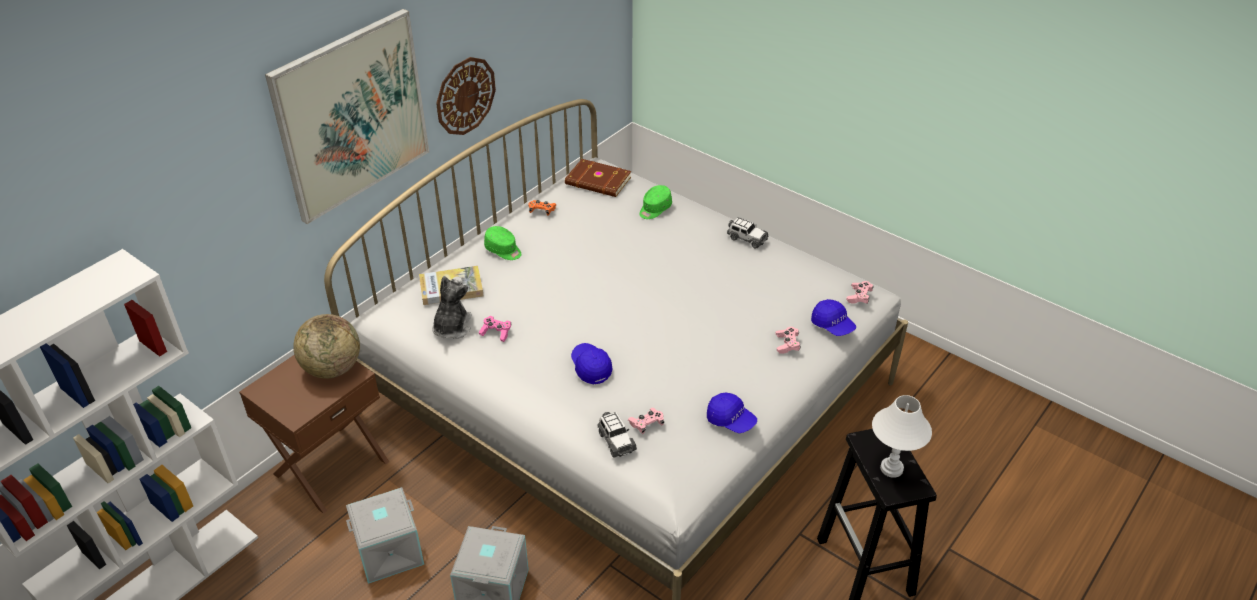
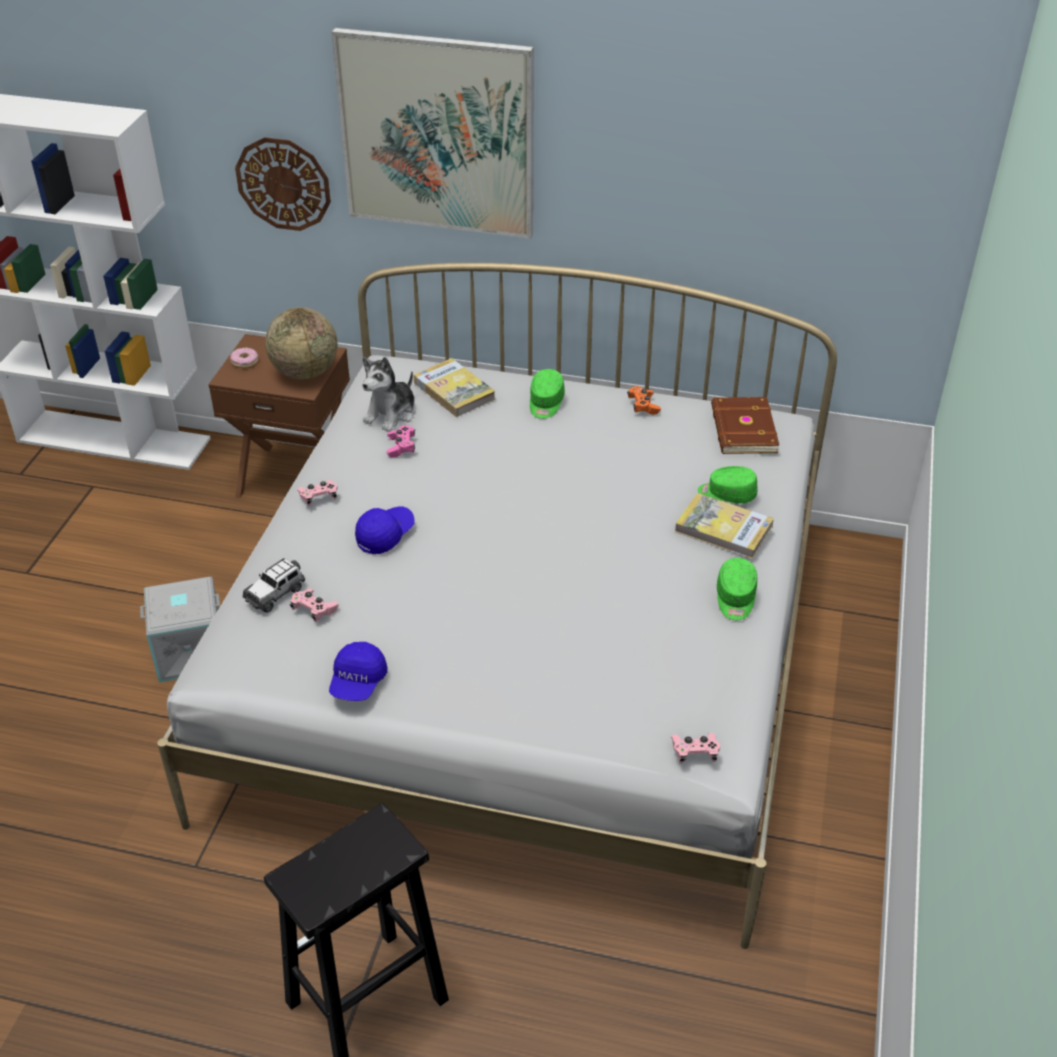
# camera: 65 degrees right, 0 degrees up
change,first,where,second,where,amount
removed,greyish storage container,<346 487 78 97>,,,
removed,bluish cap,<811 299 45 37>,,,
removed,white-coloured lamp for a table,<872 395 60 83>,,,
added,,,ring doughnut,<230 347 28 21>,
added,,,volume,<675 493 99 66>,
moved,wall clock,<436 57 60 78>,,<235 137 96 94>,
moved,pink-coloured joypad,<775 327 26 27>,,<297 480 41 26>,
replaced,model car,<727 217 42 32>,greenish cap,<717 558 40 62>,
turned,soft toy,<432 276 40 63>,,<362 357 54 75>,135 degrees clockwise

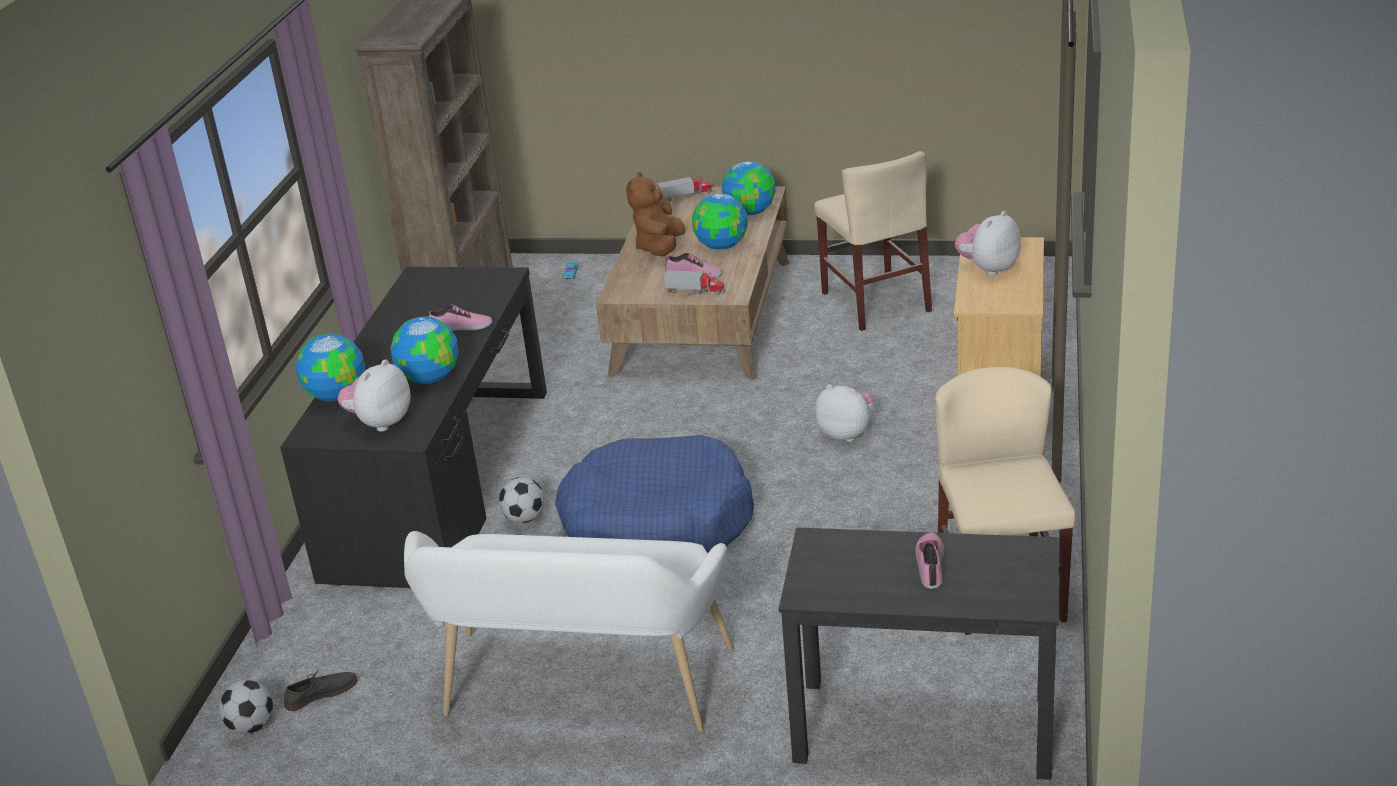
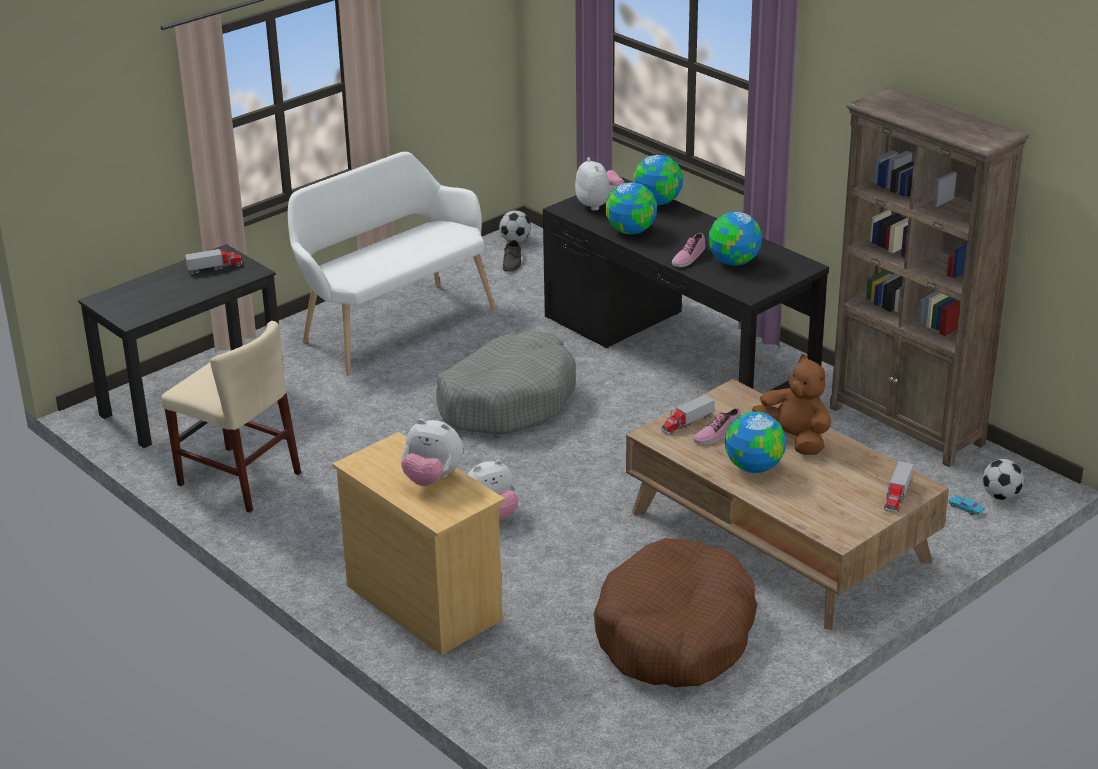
# camera: 125 degrees right, 0 degrees up
change,first,where,second,where,amount
removed,shoe,<916 533 28 56>,,,
added,,,toy lorry,<185 248 57 26>,
moved,football,<499 477 45 46>,,<983 459 41 41>,
moved,world globe,<722 162 53 53>,,<709 212 53 53>,
replaced,sand-coloured chair,<814 151 118 180>,brownish dog bed,<594 538 163 149>,
recoloured,bluish dog bed,<555 435 199 118>,greyish dog bed,<436 330 140 104>,
turned,soft toy,<955 211 66 65>,,<401 419 62 67>,120 degrees clockwise

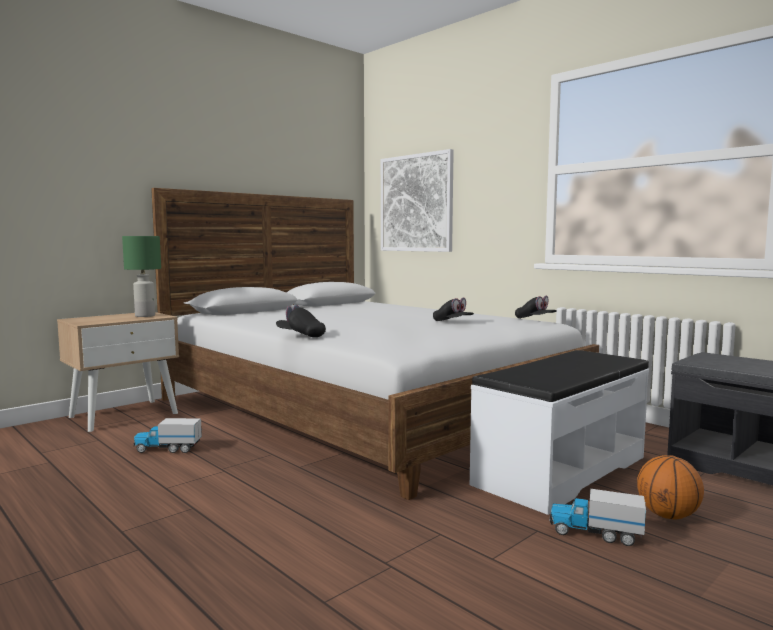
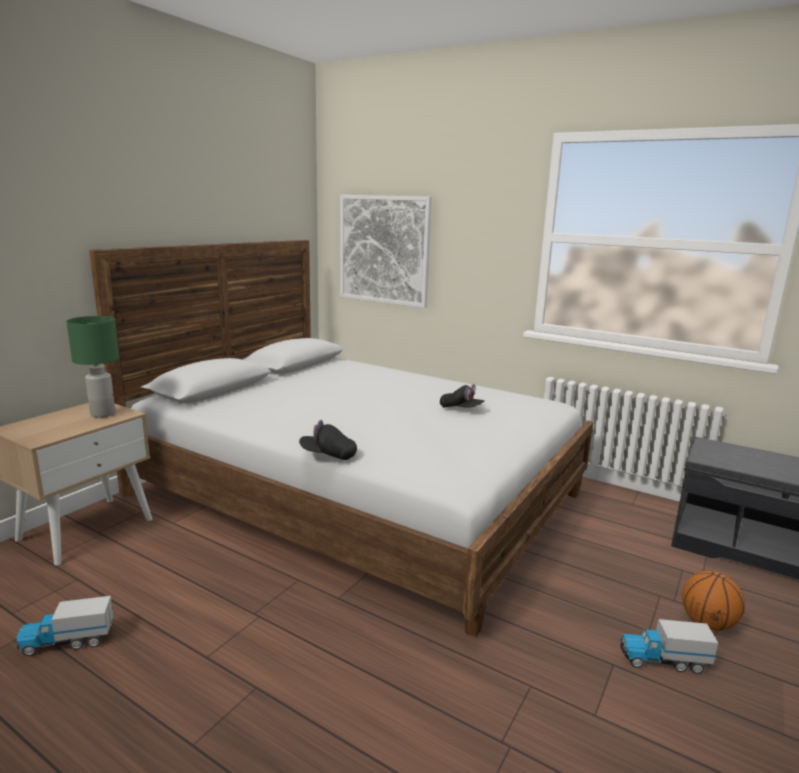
# camera: 15 degrees left, 10 degrees up
change,first,where,second,where,amount
removed,white-coloured long seat,<470 350 180 165>,,,
removed,black-coloured cap,<515 296 42 22>,,,
moved,toy lorry,<133 418 69 35>,,<16 596 98 60>,

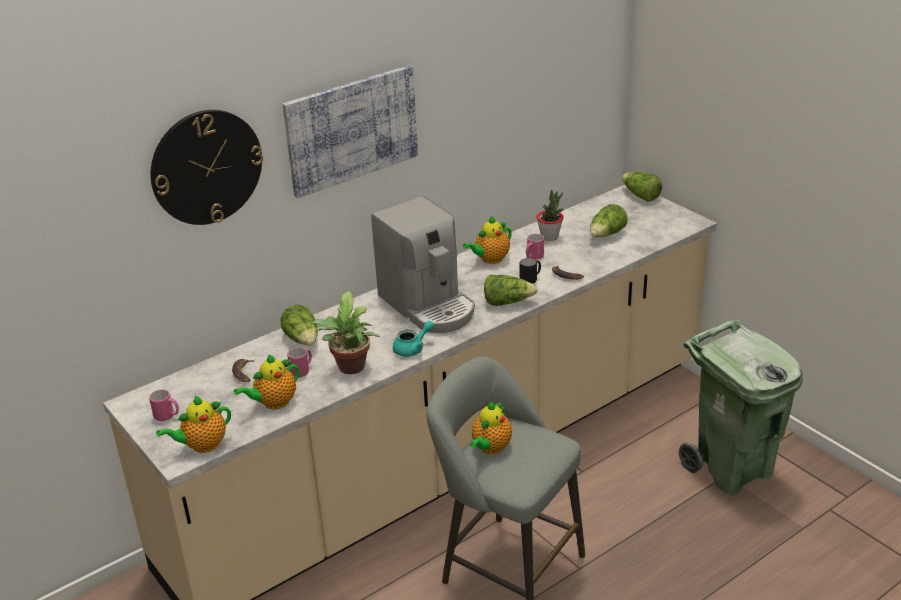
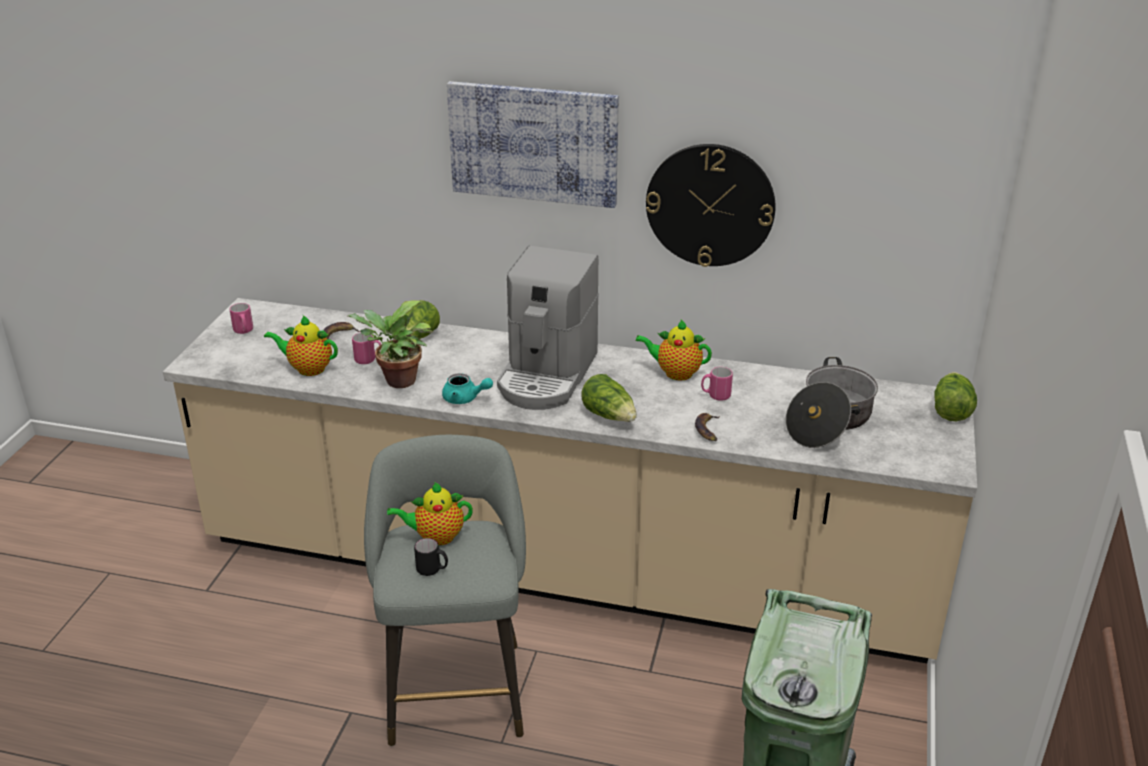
# camera: 50 degrees right, 0 degrees up
change,first,where,second,where,amount
removed,pot for tea,<156 396 75 57>,,,
removed,potted plant,<536 190 28 51>,,,
moved,wall clock,<151 110 112 115>,,<646 144 130 123>,
moved,black-coloured tea mug,<520 258 21 26>,,<414 538 34 38>,
replaced,lettuce head,<590 204 38 33>,saucepot,<786 357 92 91>,

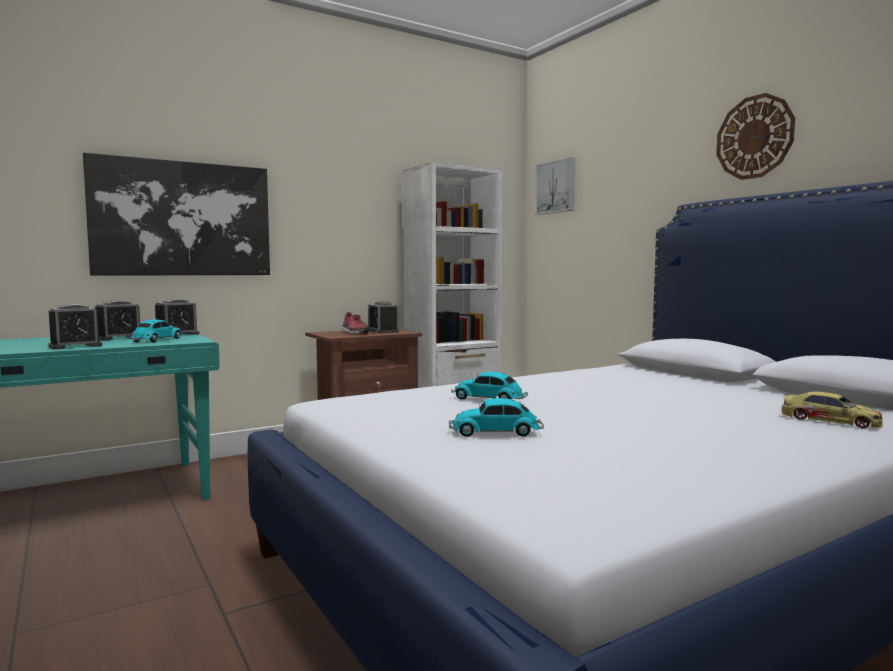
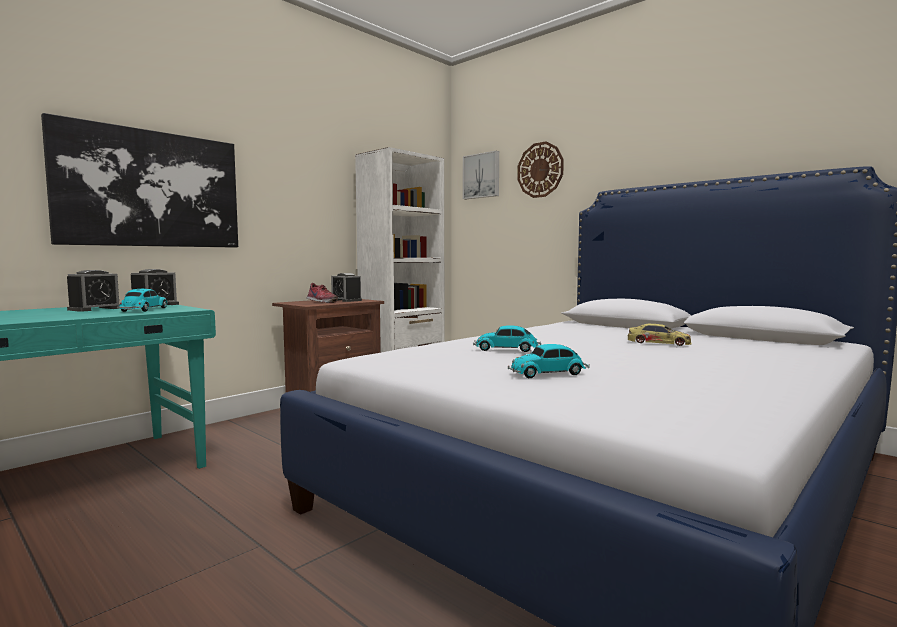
# camera: 15 degrees left, 0 degrees up
change,first,where,second,where,amount
removed,table clock,<49 304 53 45>,,,
moved,wall clock,<716 93 79 87>,,<517 141 47 57>,
moved,model car,<782 391 101 37>,,<628 324 64 22>,

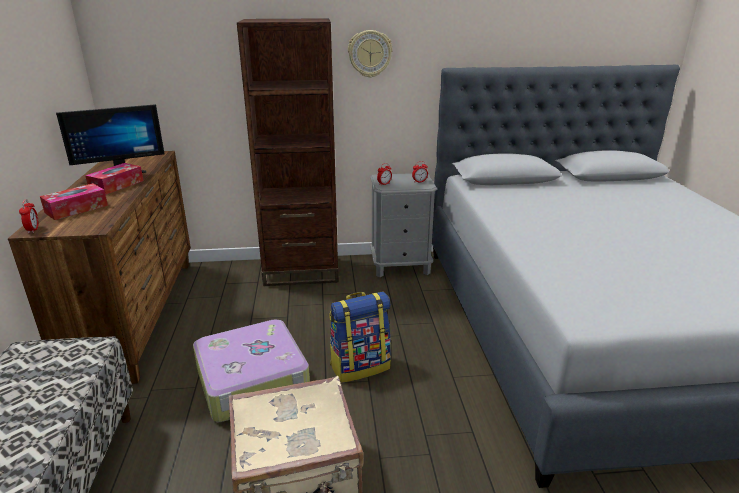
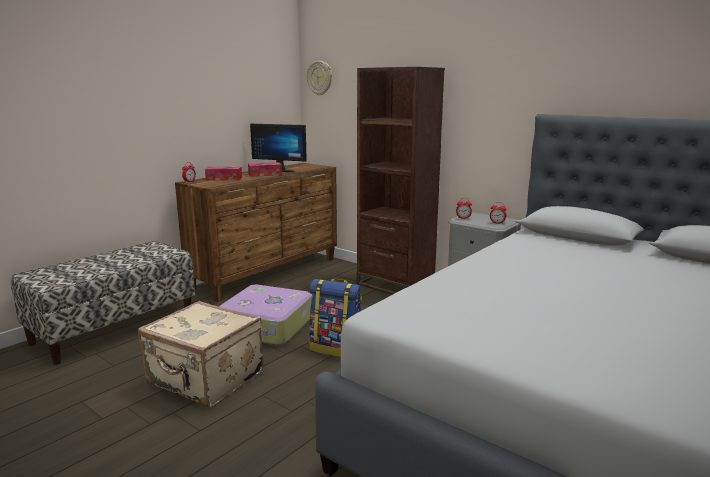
# camera: 45 degrees right, 10 degrees down
change,first,where,second,where,amount
moved,wall clock,<348 30 45 48>,,<307 61 25 35>,

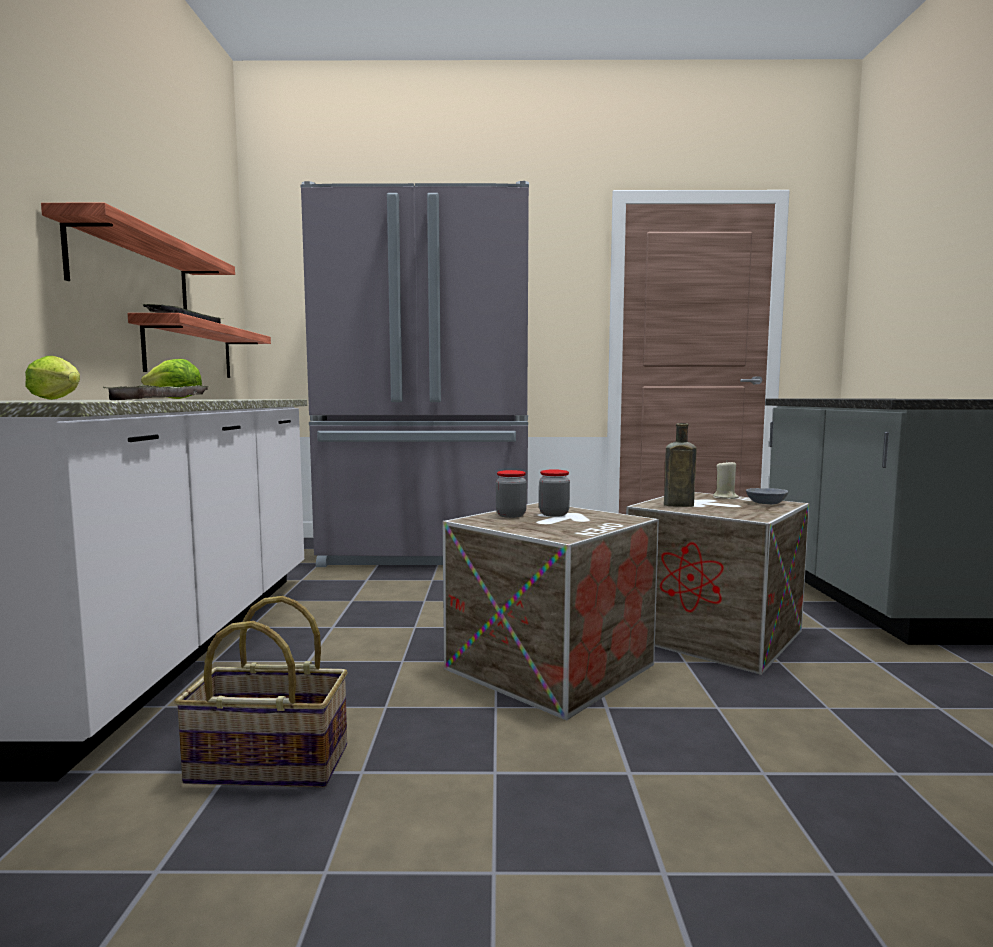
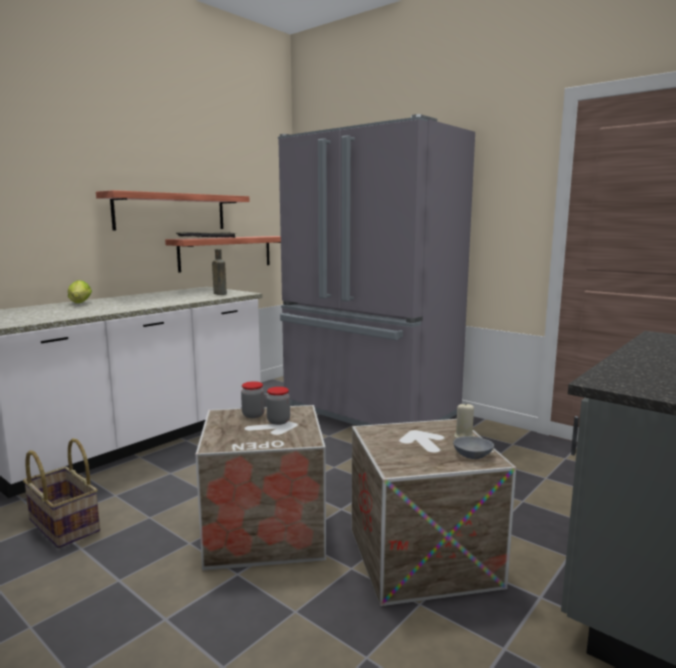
# camera: 40 degrees right, 5 degrees up
change,first,where,second,where,amount
removed,tray,<103 384 107 16>,,,
removed,lettuce head,<141 359 61 40>,,,
moved,brownish beverage bottle,<664 423 33 84>,,<212 249 15 46>,

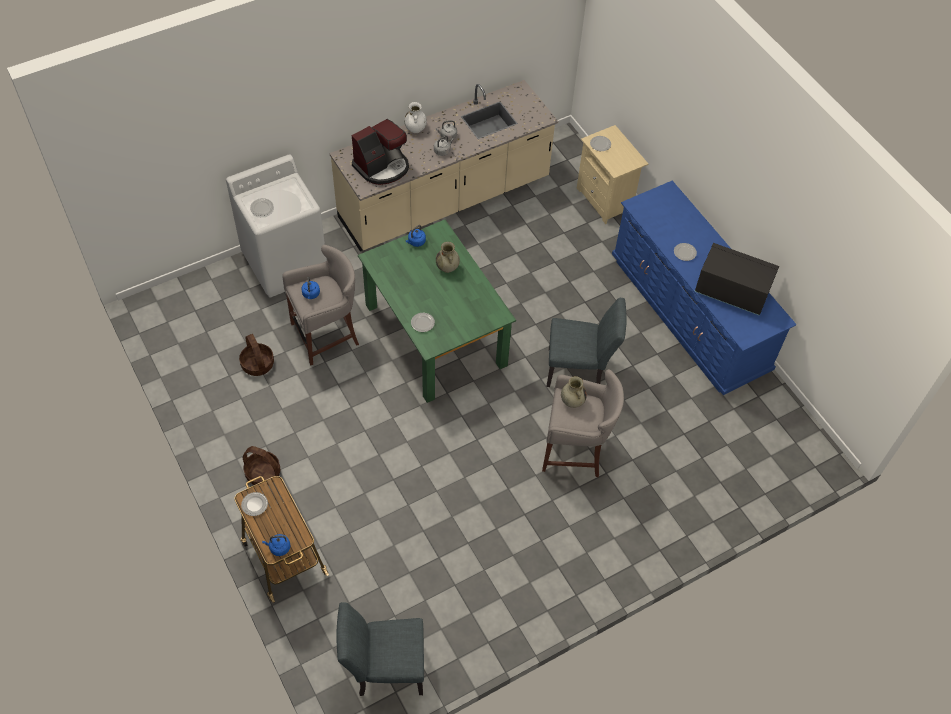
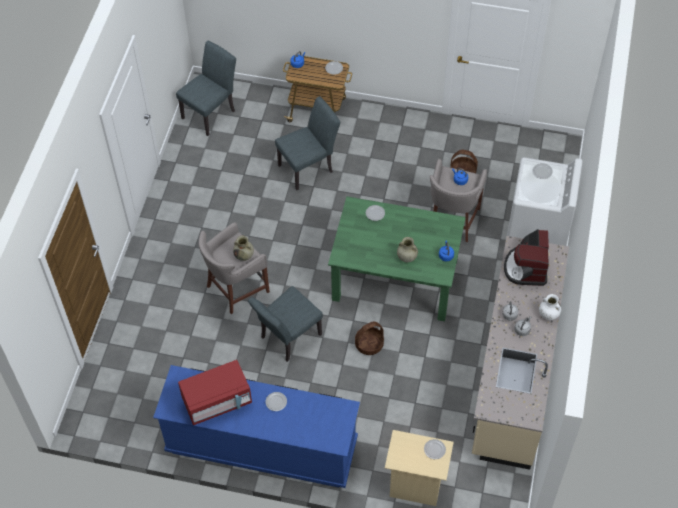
# camera: 135 degrees right, 0 degrees up
change,first,where,second,where,amount
added,,,greyish chair,<275 96 65 94>,
moved,basket,<243 446 37 39>,,<355 321 29 34>,
recoloured,black-coloured microwave,<694 243 85 72>,red microwave,<178 360 74 65>,

